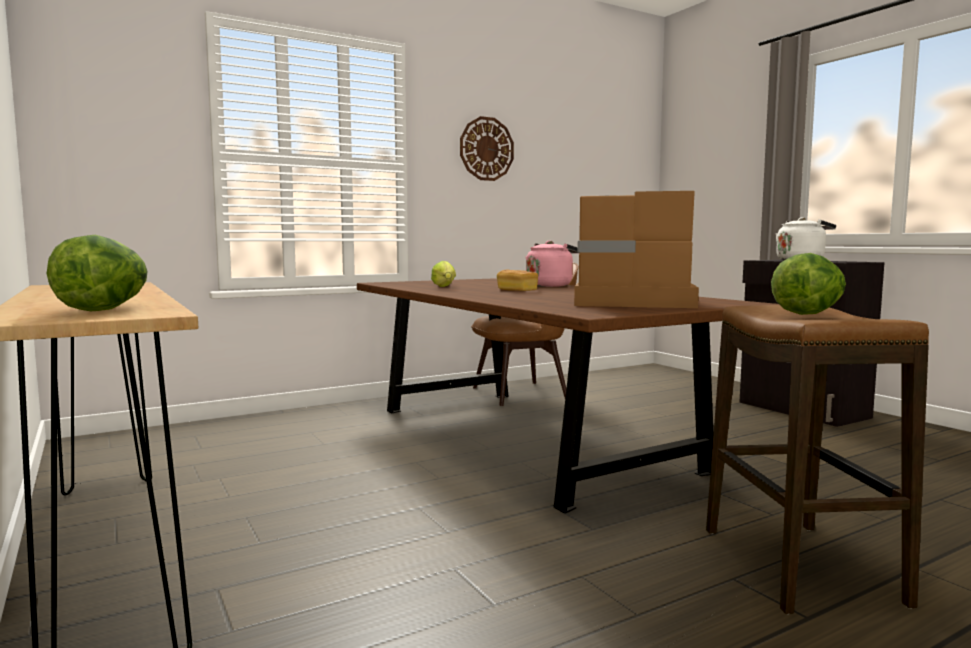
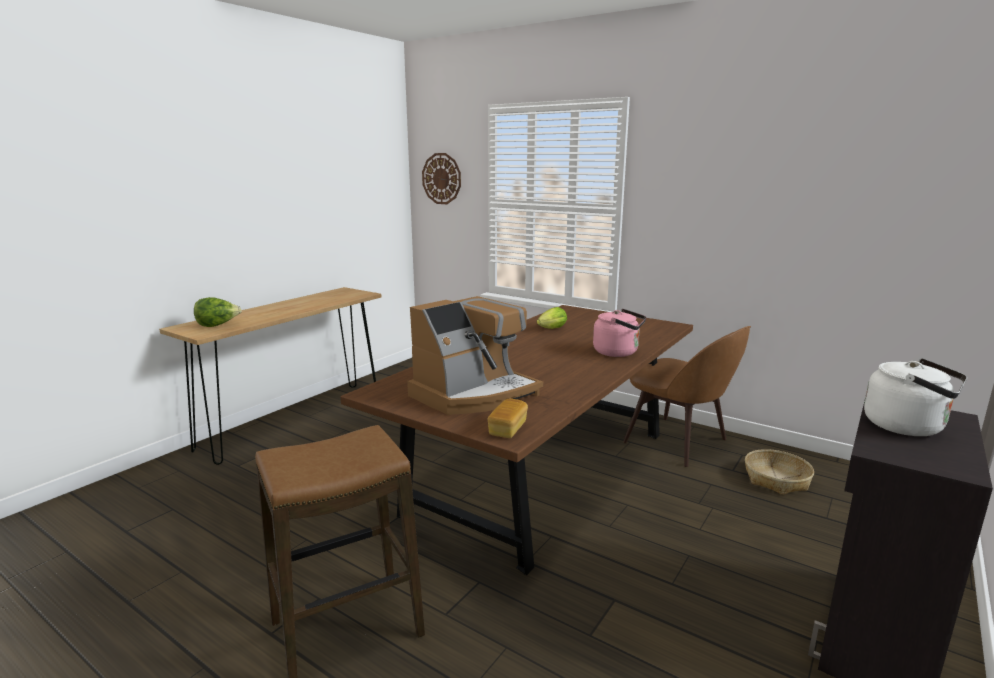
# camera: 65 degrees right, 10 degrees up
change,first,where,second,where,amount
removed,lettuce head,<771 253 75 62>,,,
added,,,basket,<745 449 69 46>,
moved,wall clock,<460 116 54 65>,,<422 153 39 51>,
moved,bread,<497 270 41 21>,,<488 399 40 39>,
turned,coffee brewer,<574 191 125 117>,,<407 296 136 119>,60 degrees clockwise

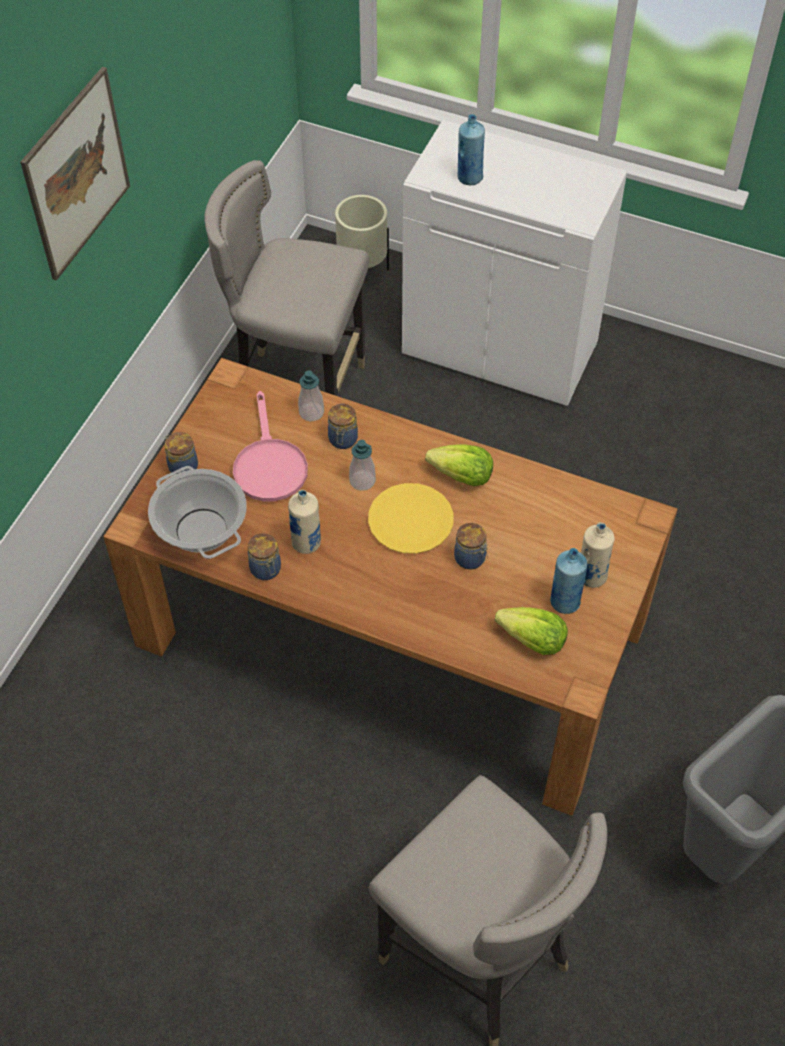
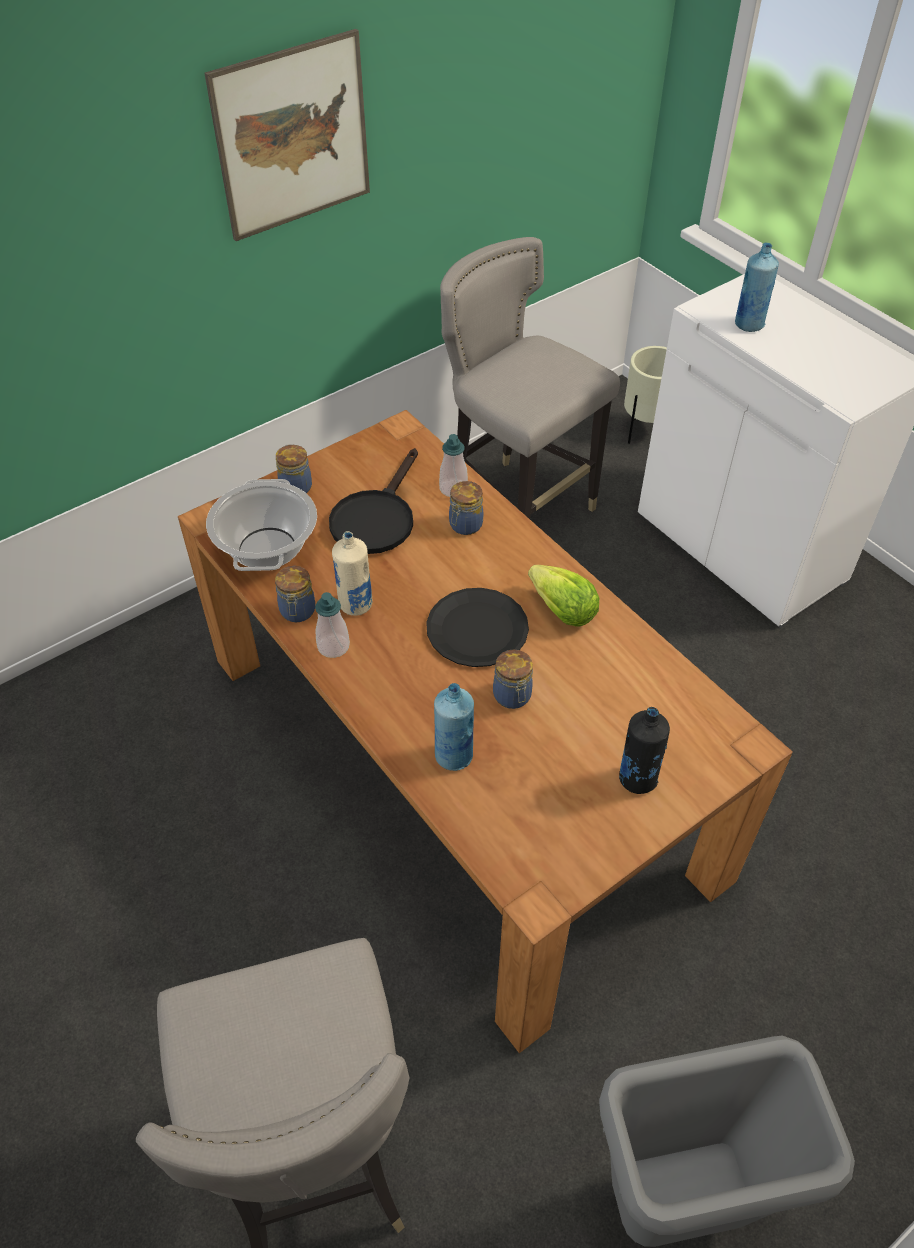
# camera: 30 degrees right, 5 degrees down
change,first,where,second,where,amount
removed,lettuce head,<495 607 73 48>,,,
moved,soap bottle,<349 440 27 51>,,<315 592 35 66>,
moved,bluish beverage bottle,<550 548 37 66>,,<434 683 40 88>,
recoloured,pink-coloured skillet,<233 391 75 110>,black-coloured skillet,<329 448 89 106>,
recoloured,yellow-coloured dinner plate,<368 483 86 71>,black-coloured dinner plate,<426 588 103 79>,
recoloured,sand-coloured beverage bottle,<581 522 34 66>,black-coloured beverage bottle,<619 707 51 87>,

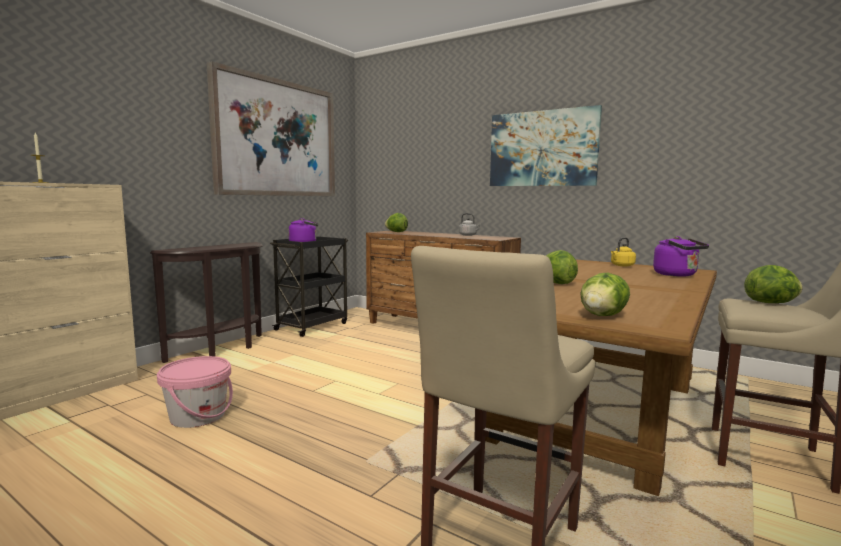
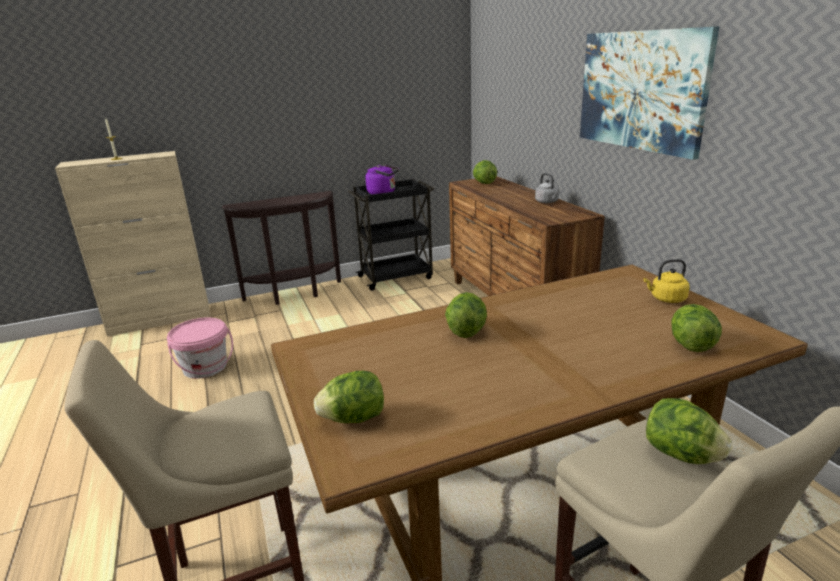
# camera: 35 degrees right, 15 degrees up
change,first,where,second,where,amount
removed,wall art,<207 61 128 135>,,,
replaced,purple tea kettle,<653 236 56 41>,lettuce head,<671 304 51 48>,

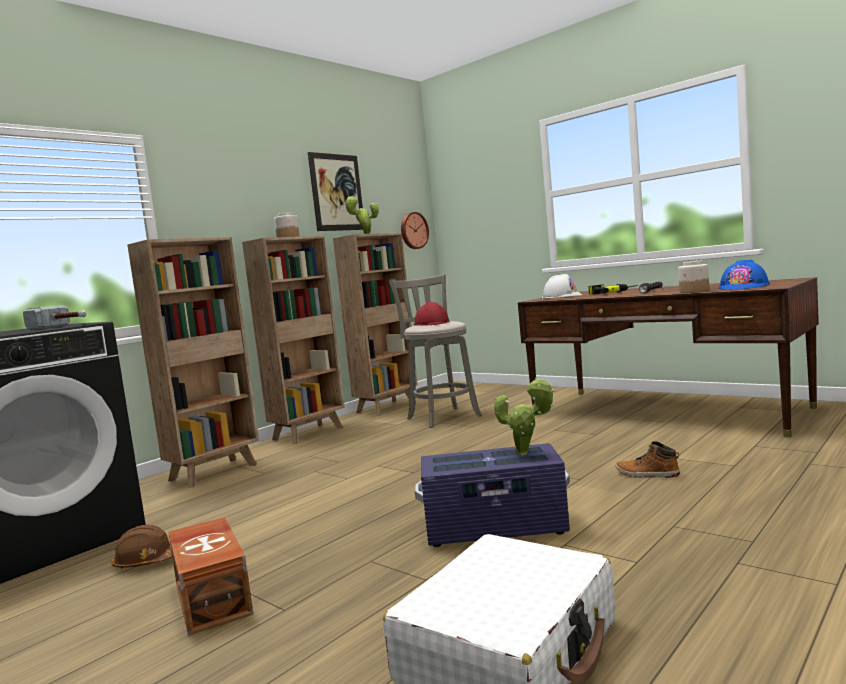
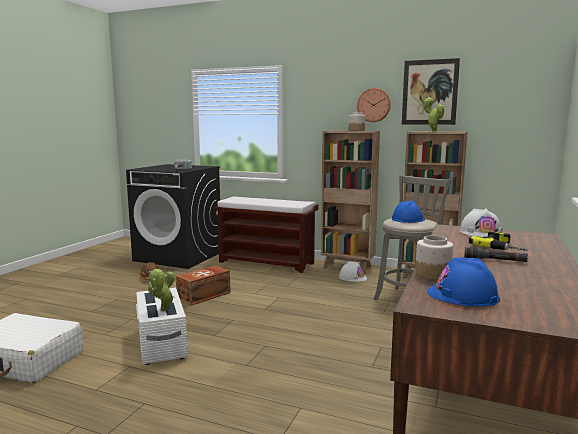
# camera: 70 degrees right, 5 degrees up
change,first,where,second,where,amount
removed,tall boot,<616 441 64 37>,,,
added,,,white-coloured work helmet,<339 261 28 21>,
moved,brownish storage container,<168 517 85 119>,,<176 265 55 41>,
moved,wall clock,<401 212 28 37>,,<357 88 34 34>,
replaced,brownish shelving unit,<127 237 132 251>,brownish long seat,<214 197 105 76>,
recoloured,red work helmet,<414 302 35 24>,bluish work helmet,<392 201 33 22>,
recoloured,purple storage container,<415 443 155 104>,white-coloured storage container,<136 288 52 77>,

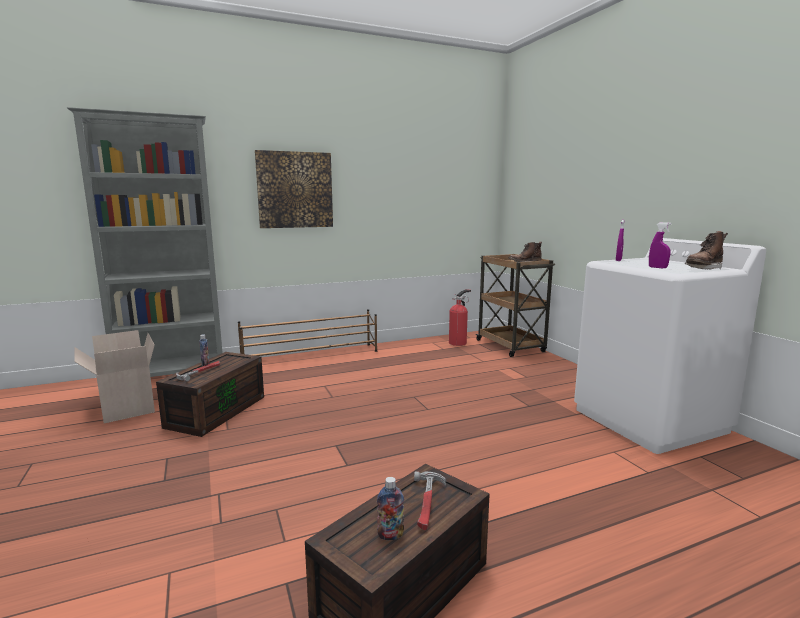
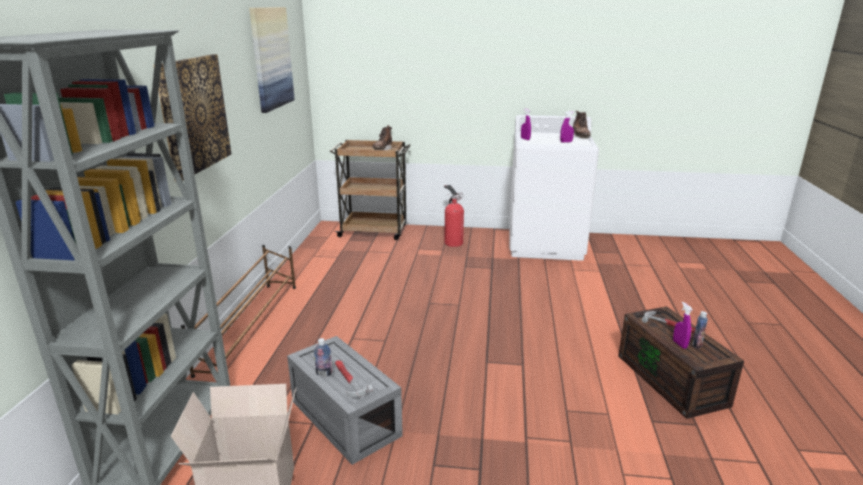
# camera: 60 degrees left, 10 degrees up
change,first,where,second,where,amount
added,,,wall art,<249 7 46 106>,
added,,,purple hand sprayer,<673 302 19 47>,
moved,extinguisher,<449 289 22 57>,,<444 185 20 62>,
recoloured,brownish storage container,<156 352 108 85>,greyish storage container,<287 336 116 129>,

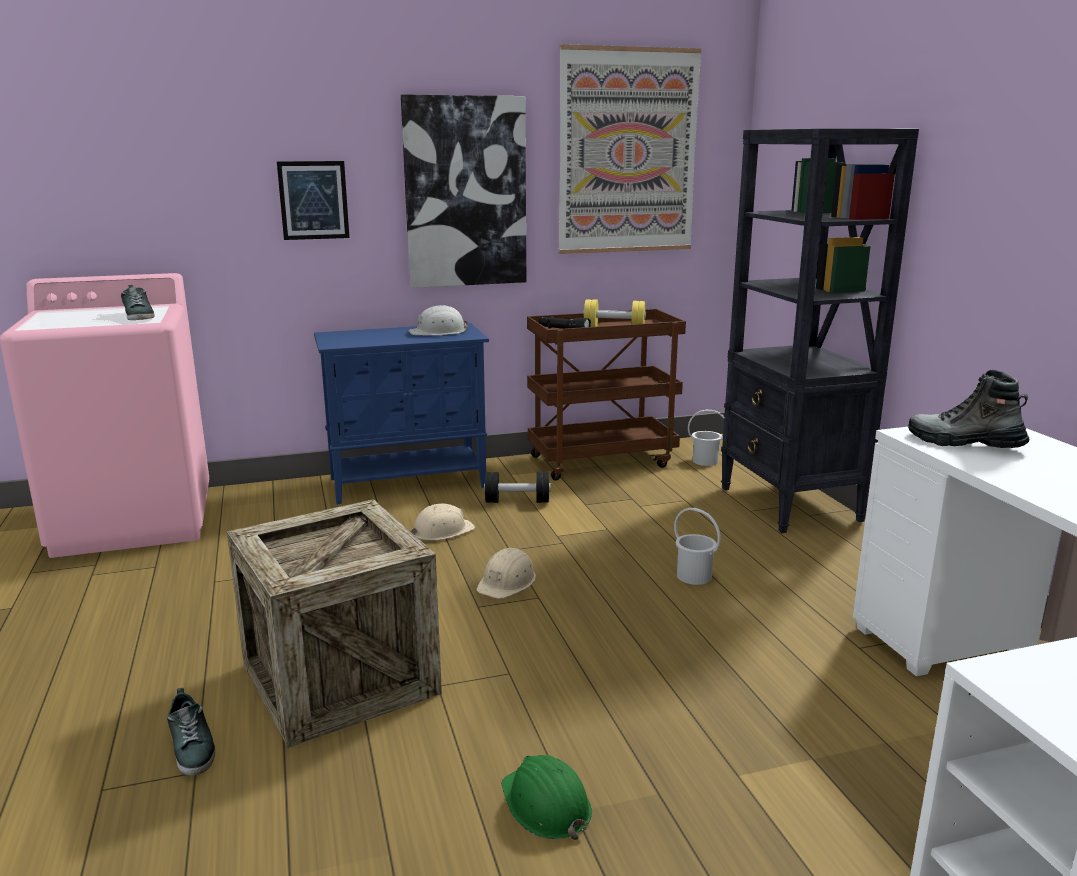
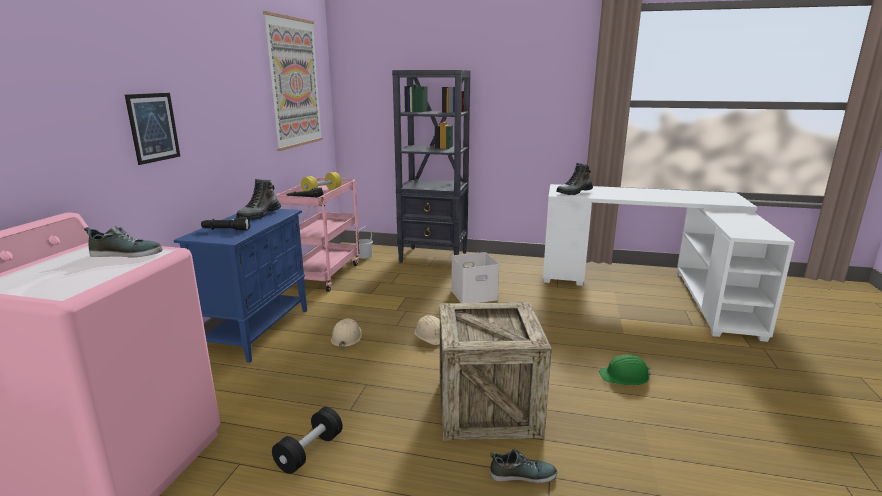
# camera: 60 degrees left, 0 degrees up
change,first,where,second,where,amount
removed,wall art,<401 94 125 194>,,,
added,,,black-coloured torch,<201 217 49 14>,
moved,black-coloured dumbbell,<484 472 66 31>,,<272 407 71 67>,
replaced,white-coloured work helmet,<408 305 60 31>,tall boot,<236 179 45 41>,
replaced,white-coloured water bucket,<674 508 47 77>,white-coloured storage container,<451 252 49 51>,
recoloured,brownish cart,<527 309 159 171>,pink-coloured cart,<275 178 85 114>,

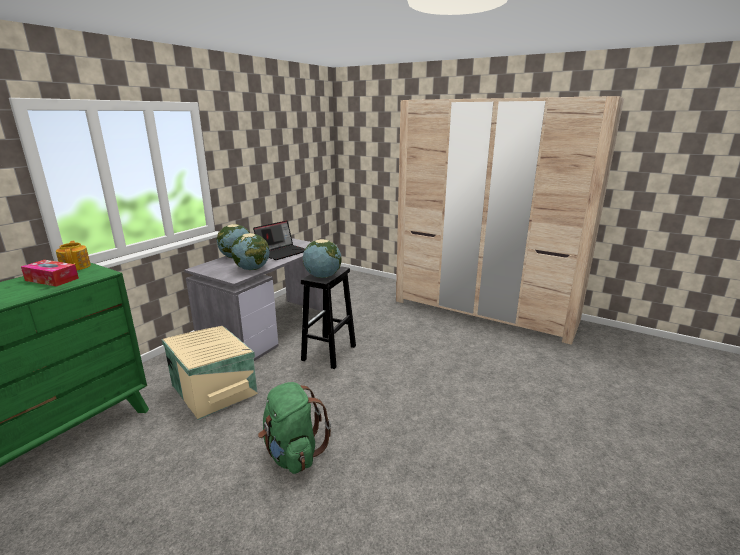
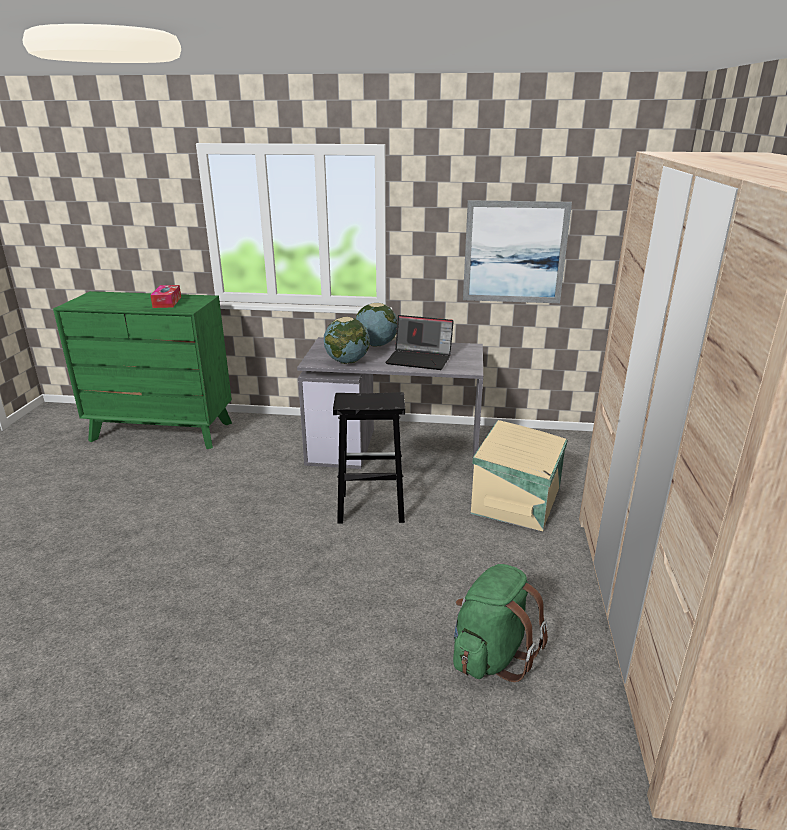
# camera: 65 degrees right, 5 degrees up
change,first,where,second,where,amount
removed,pot for tea,<56 241 35 29>,,,
removed,world globe,<303 239 38 39>,,,
added,,,wall art,<463 200 109 103>,
moved,sand-coloured storage container,<162 326 96 94>,,<471 420 97 111>,
moved,greenish backpack,<258 382 73 92>,,<453 564 95 118>,

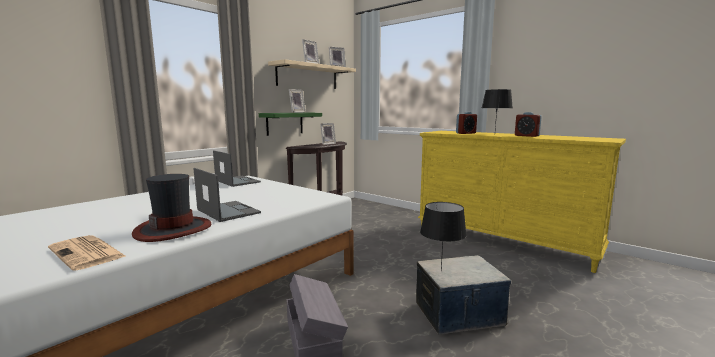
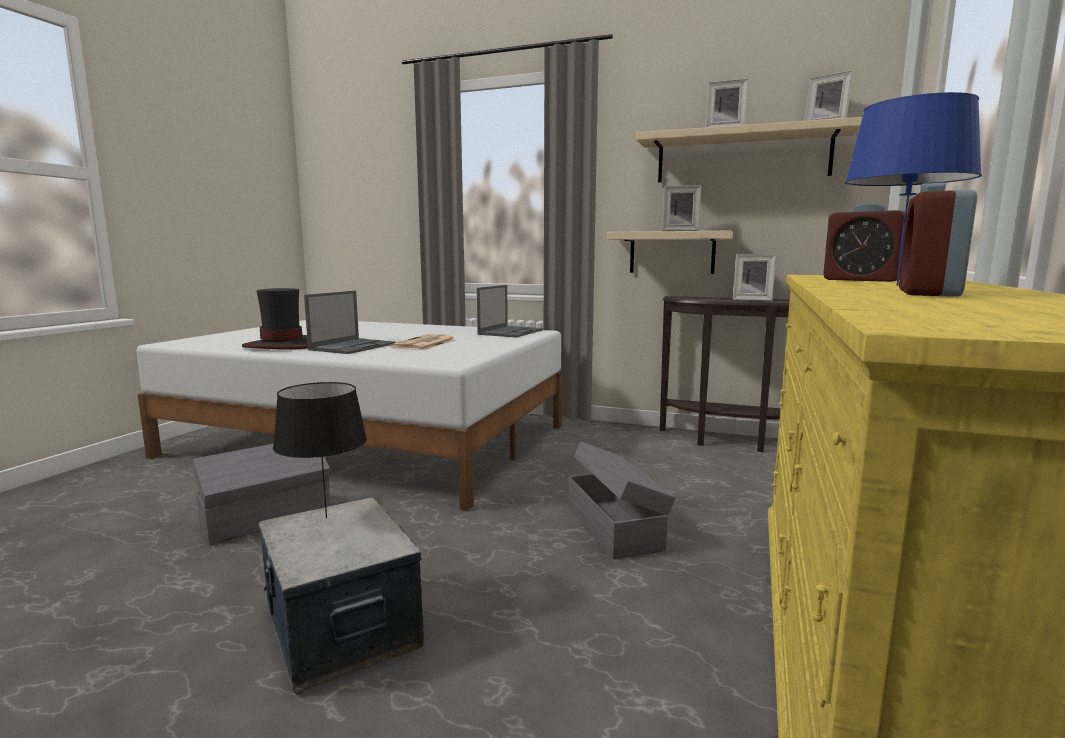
# camera: 70 degrees right, 0 degrees up
change,first,where,second,where,amount
added,,,greyish storage container,<569 441 107 118>,
moved,daily paper,<48 235 79 36>,,<390 334 66 16>,
recoloured,greenish bracket shelf,<259 113 63 23>,sand-coloured bracket shelf,<607 231 126 43>,
recoloured,black-coloured lamp for a table,<482 89 30 40>,bluish lamp for a table,<845 92 137 194>,

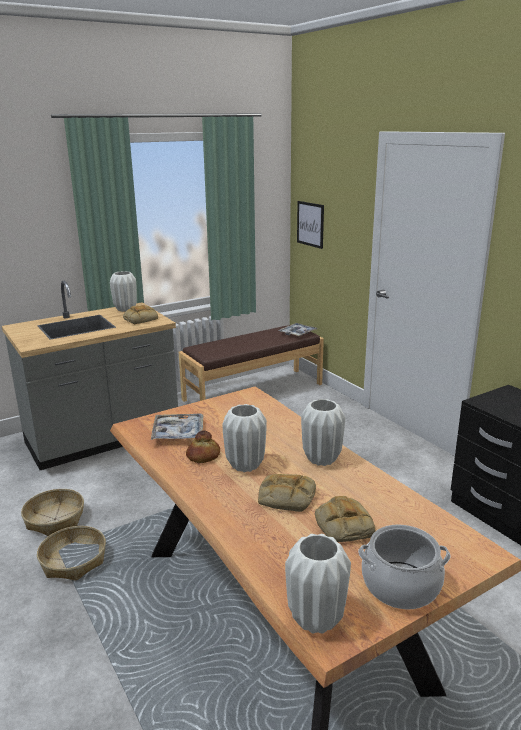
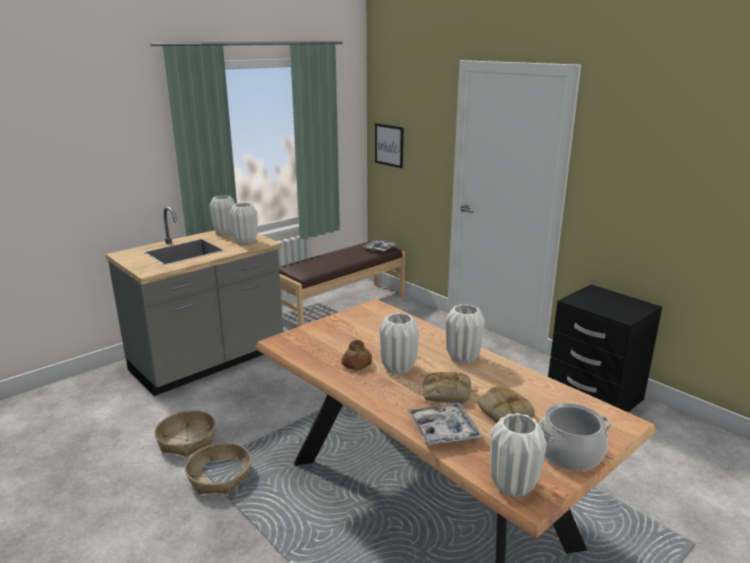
# camera: 10 degrees left, 0 degrees up
change,first,where,second,where,amount
moved,tray,<151 414 52 26>,,<407 403 77 43>,
replaced,bread,<123 305 35 19>,white-coloured flower vase,<230 203 27 41>,

